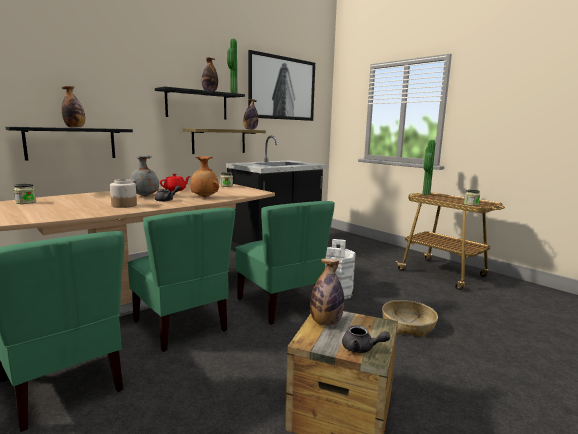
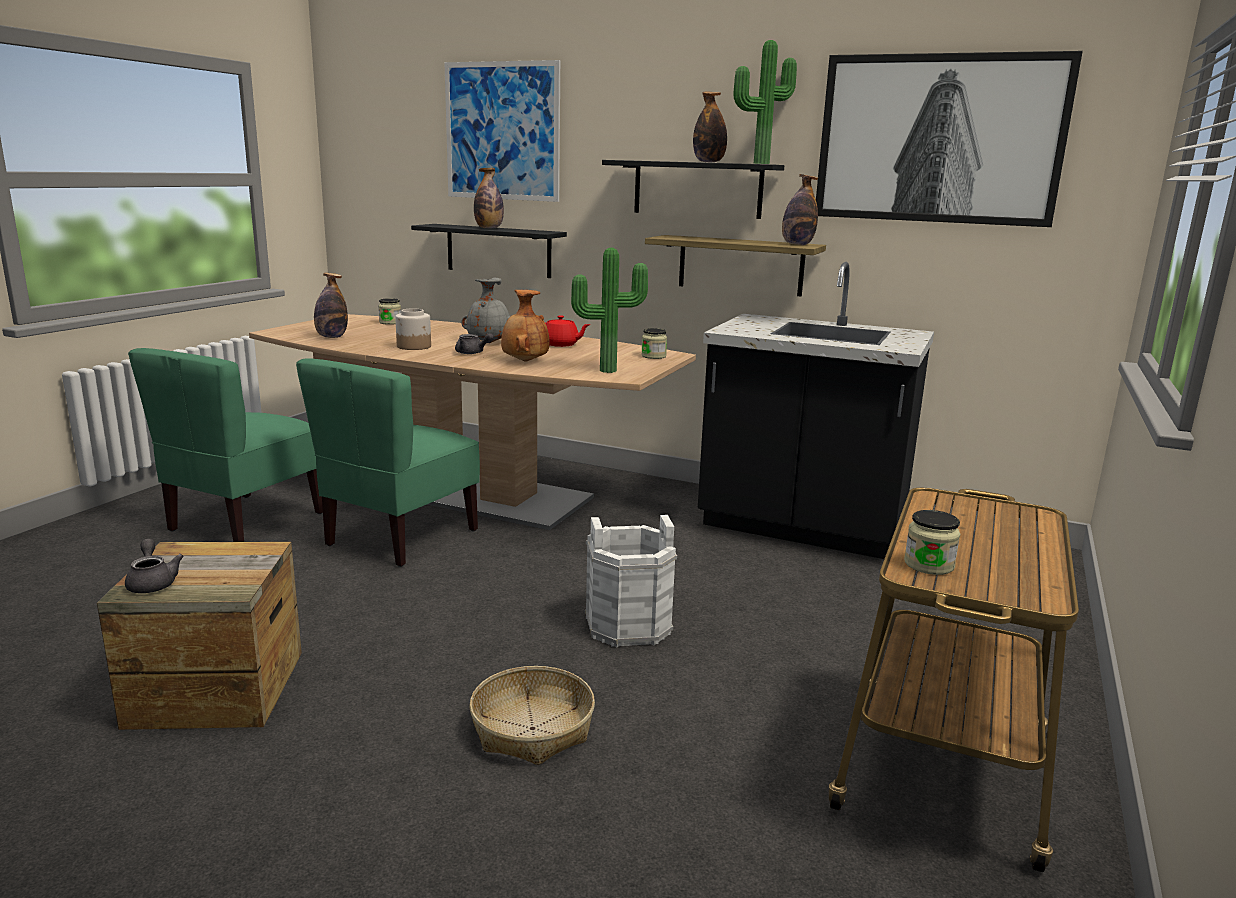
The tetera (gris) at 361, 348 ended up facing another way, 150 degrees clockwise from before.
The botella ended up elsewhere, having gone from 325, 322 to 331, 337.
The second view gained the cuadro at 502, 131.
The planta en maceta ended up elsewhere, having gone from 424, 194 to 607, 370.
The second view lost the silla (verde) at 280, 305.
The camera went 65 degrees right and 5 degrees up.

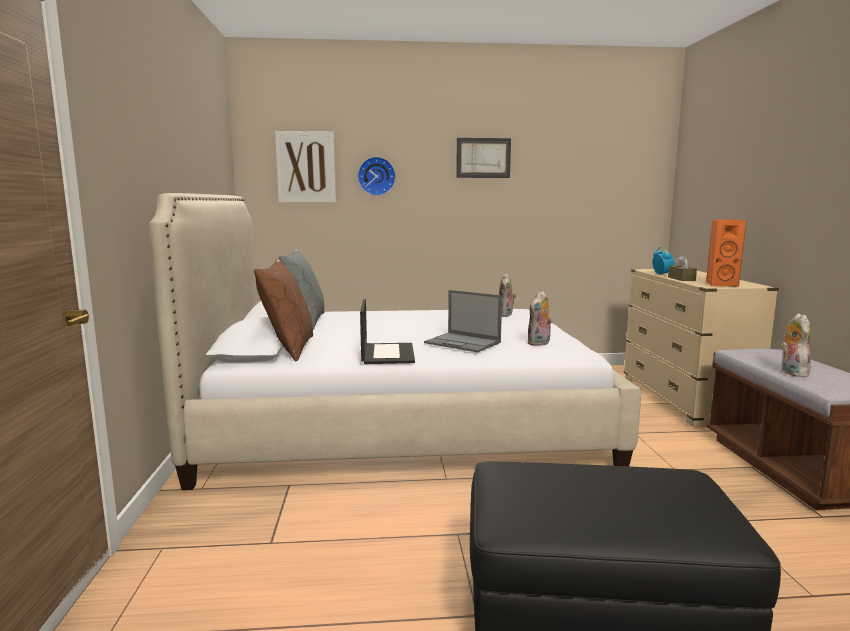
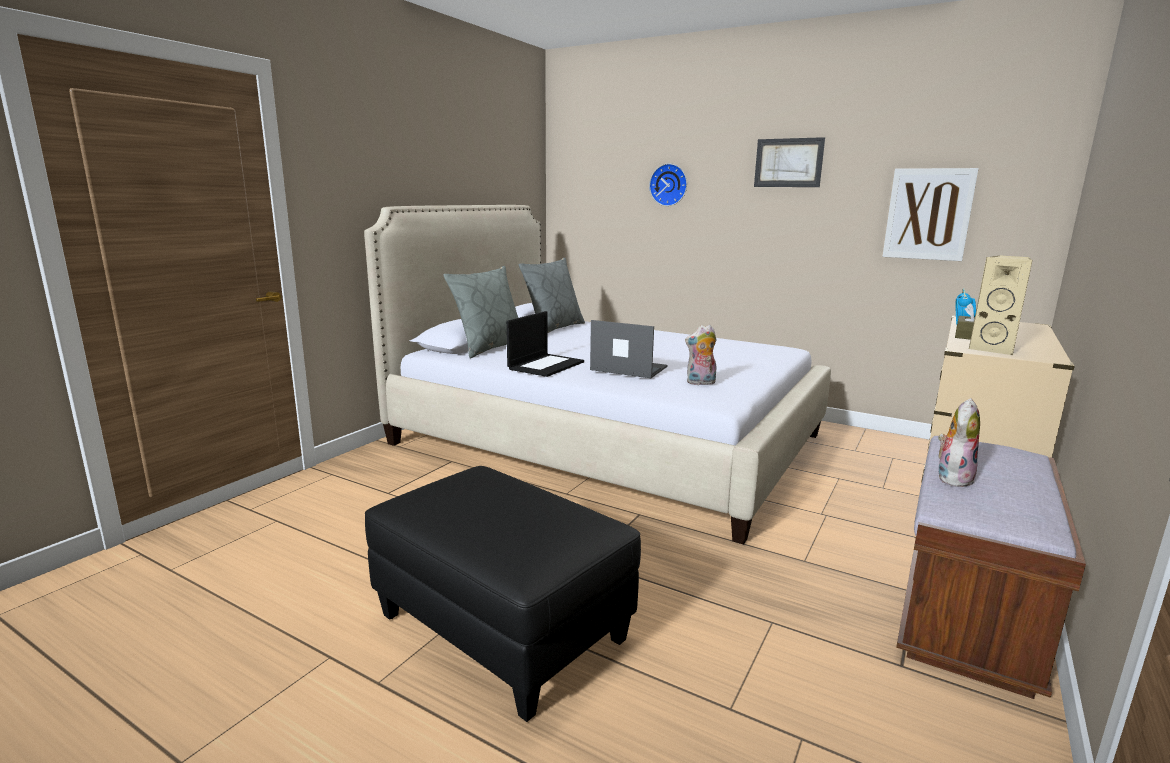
What was the cojín (marrón) at 288, 348 turned into the cojín (gris) at 489, 347.
The portátil at 463, 343 ended up facing another way, 135 degrees clockwise from before.
The cuadro ended up elsewhere, having gone from 306, 167 to 928, 214.
What was the altavoz (naranja) at 720, 284 turned into the altavoz (beis) at 993, 349.
The second view lost the peluche at 505, 315.
The camera went 35 degrees right and 5 degrees up.

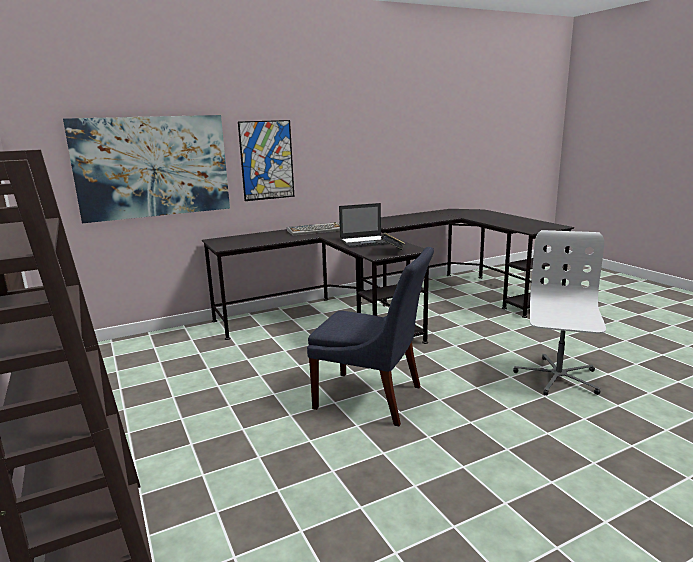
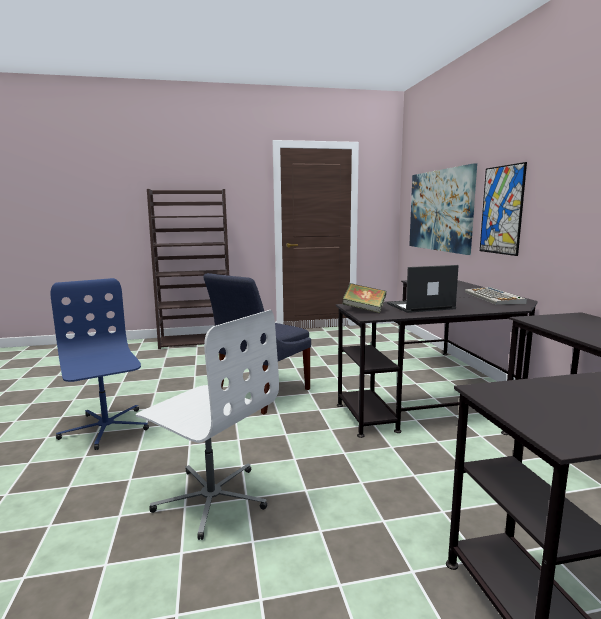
The second view gained the silla de oficina (azul) at 105, 428.
The portátil at 365, 242 ended up facing another way, 75 degrees clockwise from before.
The camera went 105 degrees right and 5 degrees down.

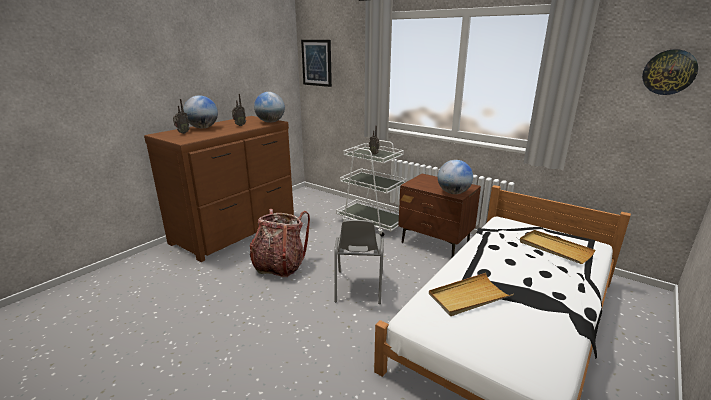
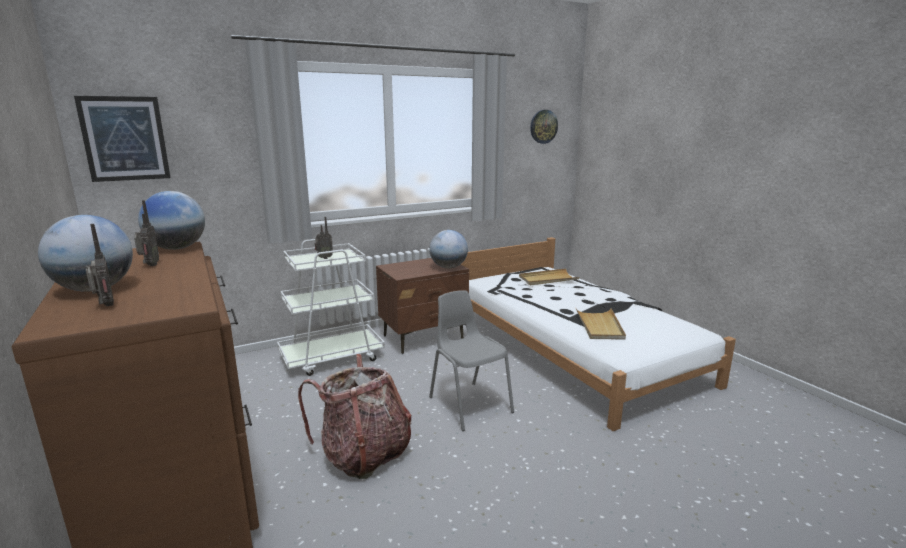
The silla (gris) at 358, 287 ended up facing another way, 150 degrees counterclockwise from before.
The camera went 65 degrees left and 5 degrees down.

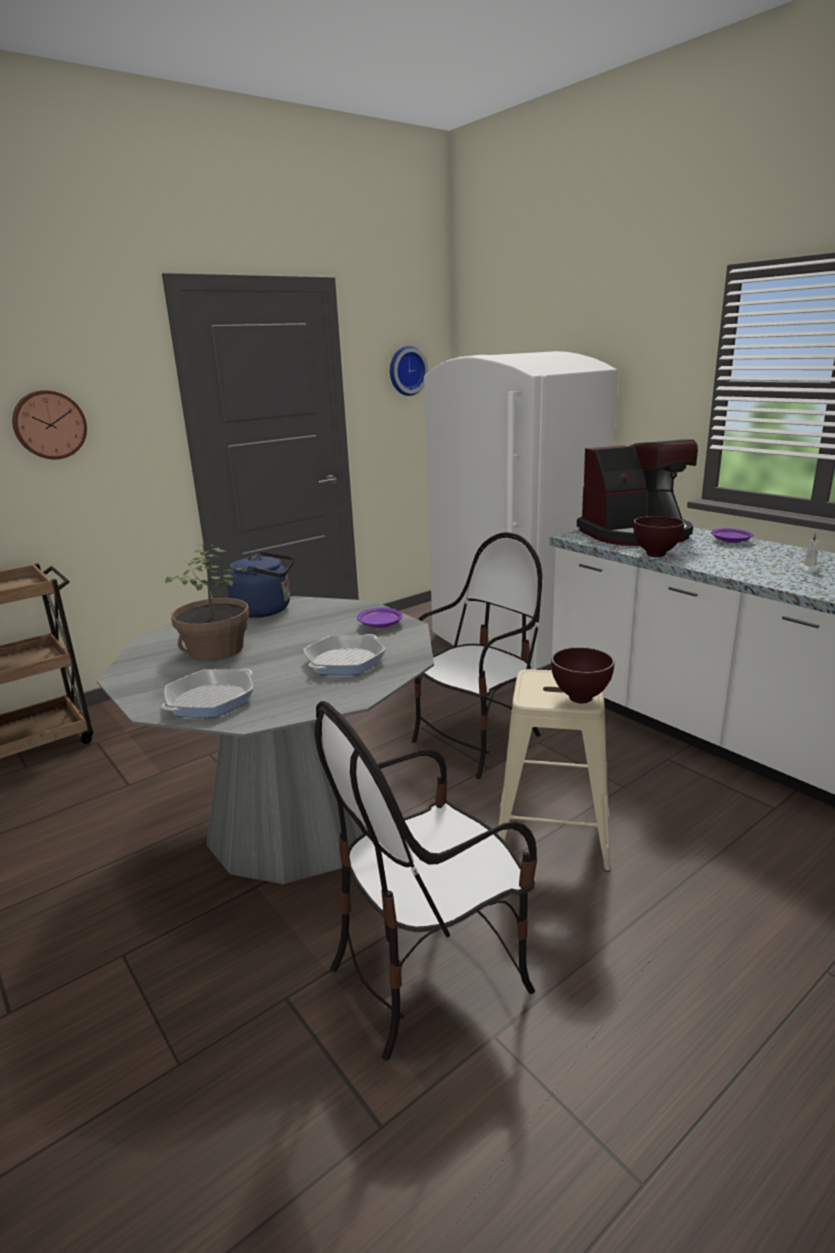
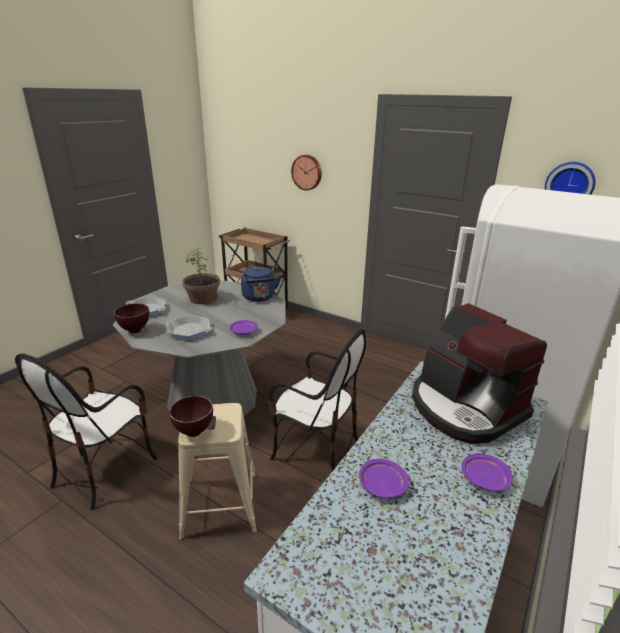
The silla at 429, 972 ended up facing another way, 105 degrees counterclockwise from before.
The cuenco (marrón) ended up elsewhere, having gone from 655, 555 to 134, 331.
The second view gained the plato (morado) at 382, 484.
The second view lost the vela (blanco) at 808, 569.
The camera went 70 degrees right and 5 degrees up.

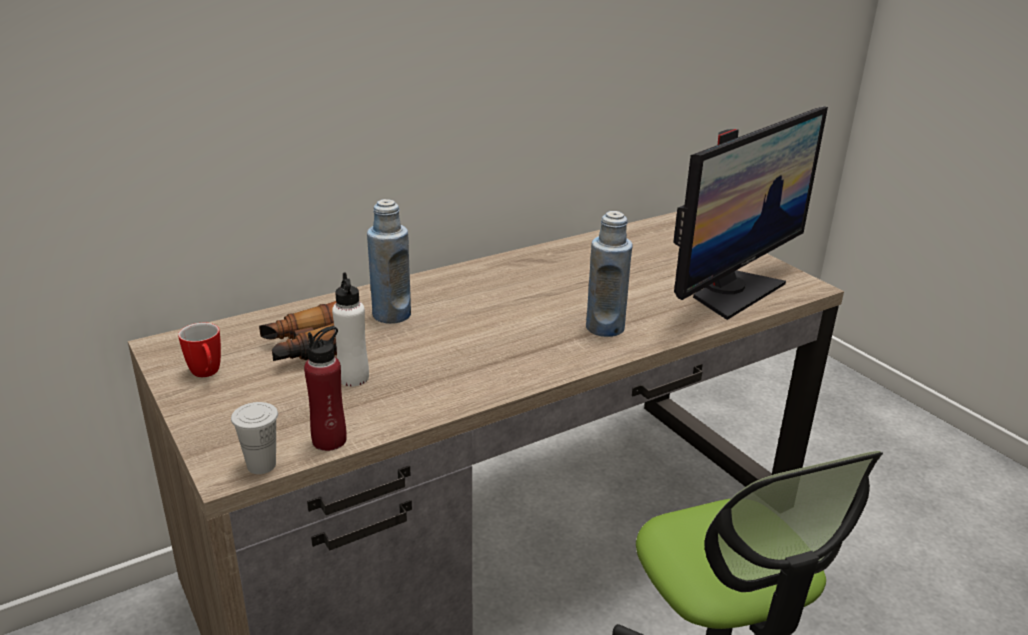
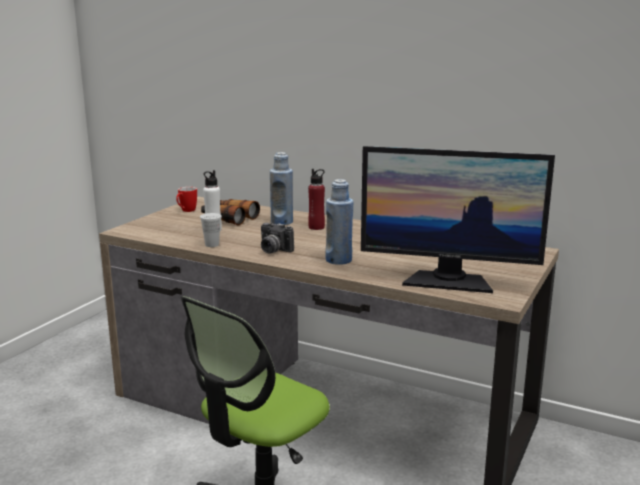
The taza (blanco) ended up elsewhere, having gone from 261, 465 to 212, 245.
The second view gained the cámara at 273, 250.
The botella (rojo) ended up elsewhere, having gone from 329, 440 to 316, 227.
The camera went 60 degrees right and 10 degrees down.

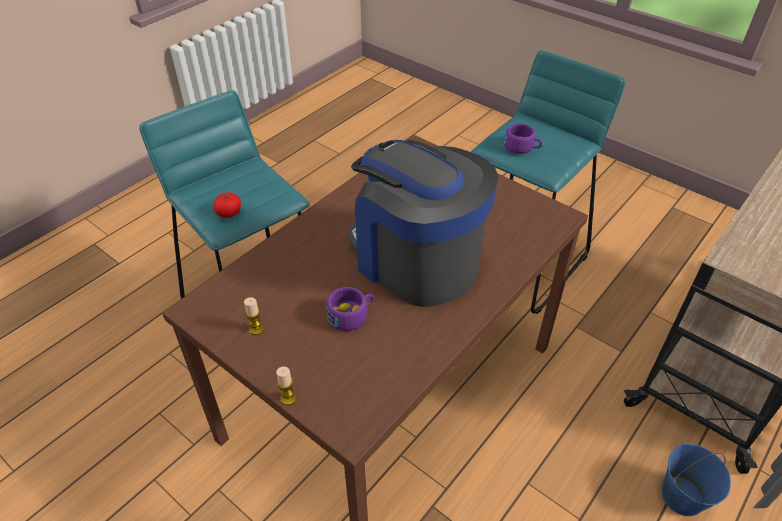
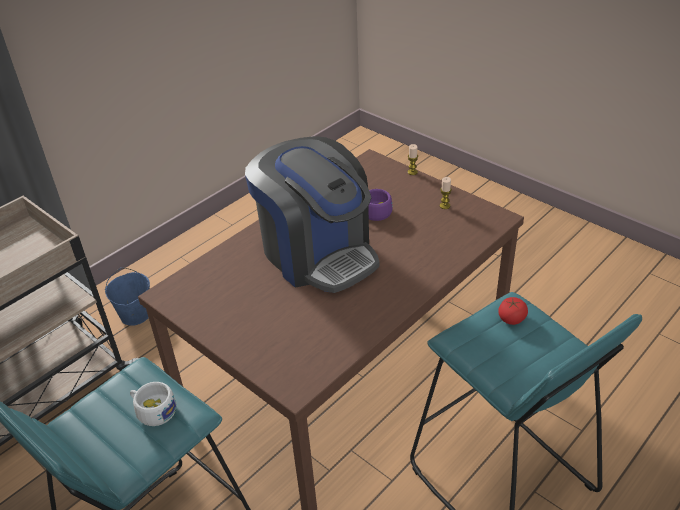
What was the taza (morado) at 522, 148 turned into the taza (blanco) at 153, 410.
The camera went 175 degrees left and 5 degrees down.

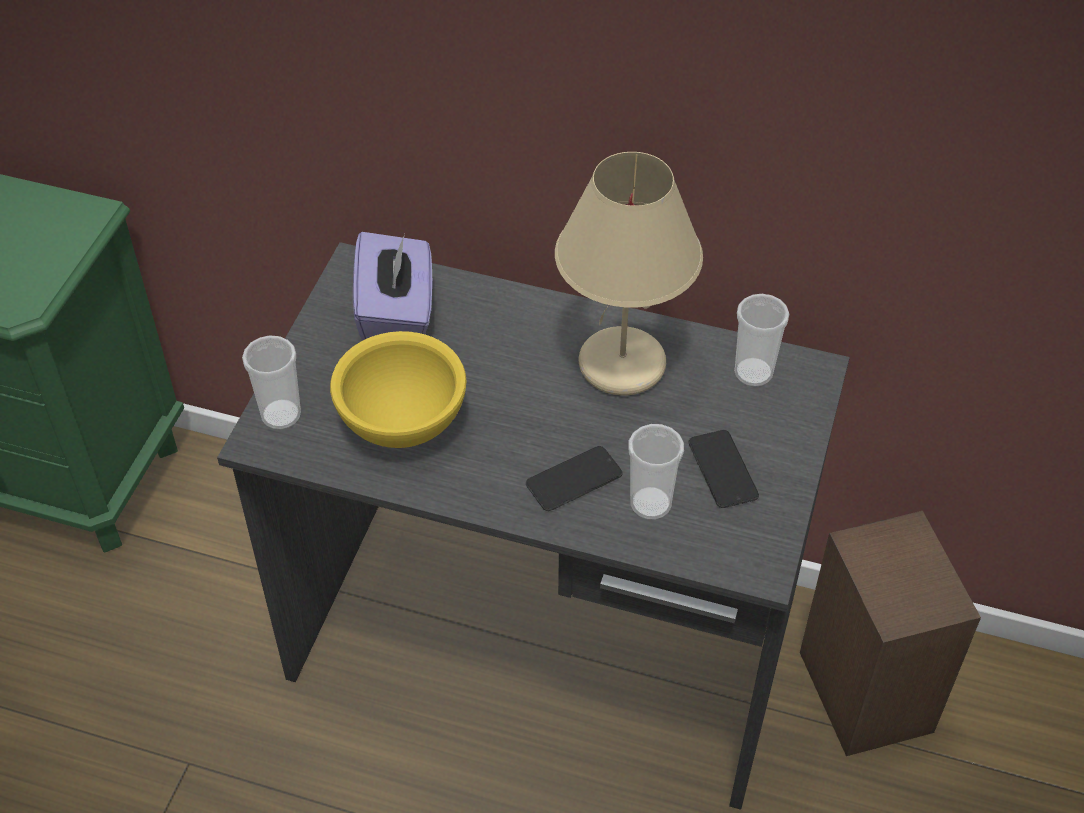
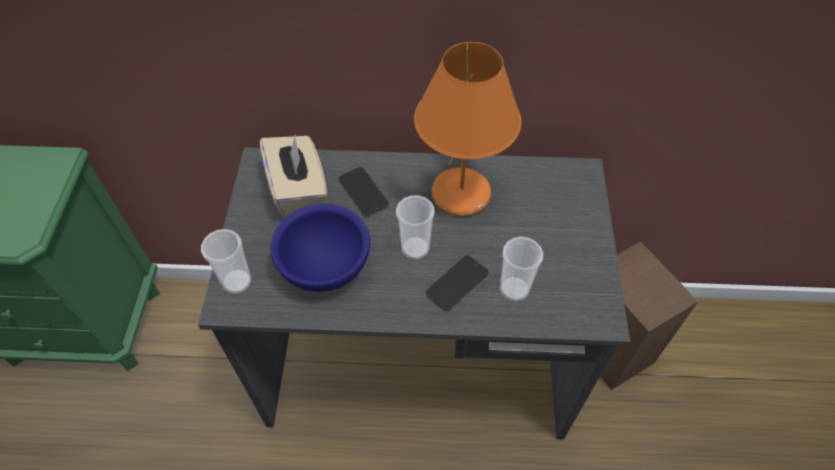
What was the caja de pañuelos (morado) at 397, 315 turned into the caja de pañuelos (beis) at 298, 190.
What was the cuenco (amarillo) at 400, 421 turned into the cuenco (azul) at 324, 267.
The móvil ended up elsewhere, having gone from 722, 470 to 363, 192.
The taza ended up elsewhere, having gone from 753, 372 to 415, 248.
What was the lámpara de mesa (beis) at 621, 366 turned into the lámpara de mesa (naranja) at 460, 195.
The camera went 15 degrees left and 5 degrees up.

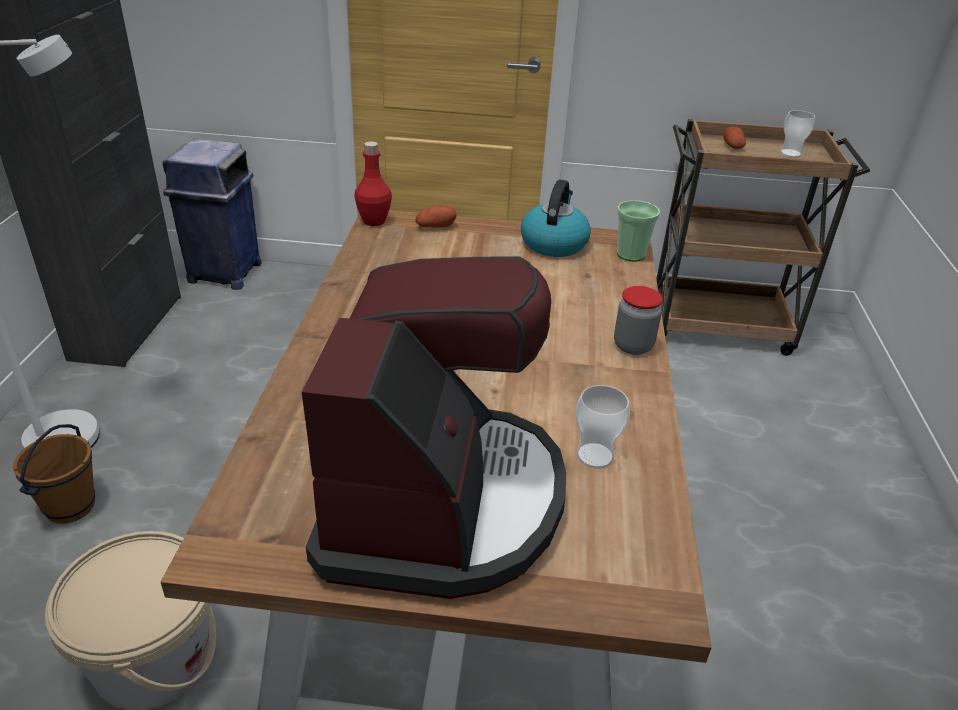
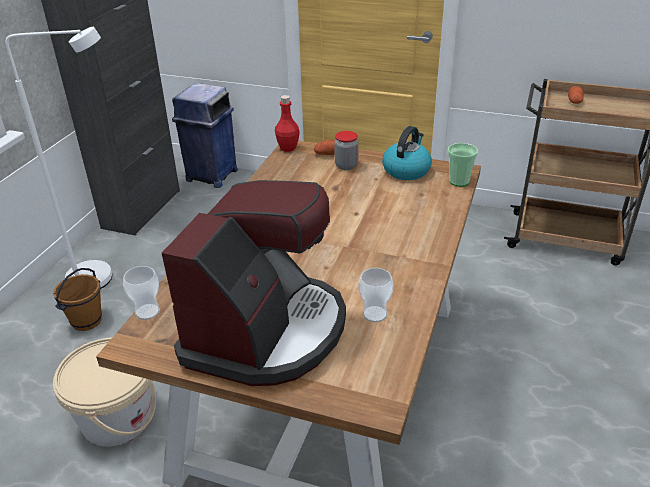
The taza ended up elsewhere, having gone from 790, 153 to 147, 312.
The tarro ended up elsewhere, having gone from 633, 346 to 346, 166.
The camera went 15 degrees right and 0 degrees up.

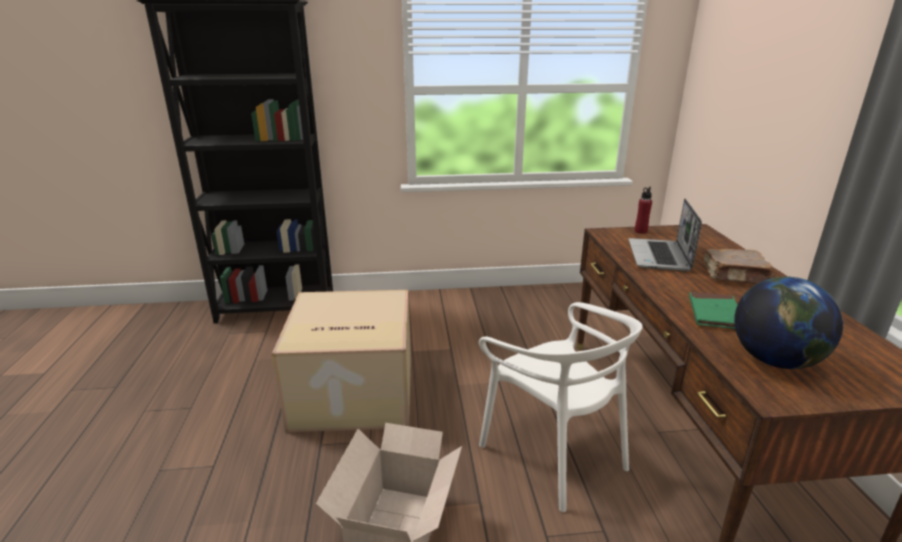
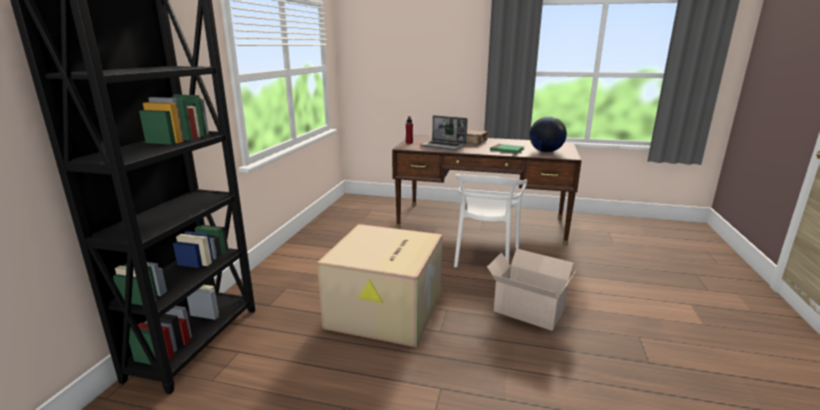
The silla (blanco) at 554, 453 ended up facing another way, 120 degrees clockwise from before.
The camera went 70 degrees left and 5 degrees down.

